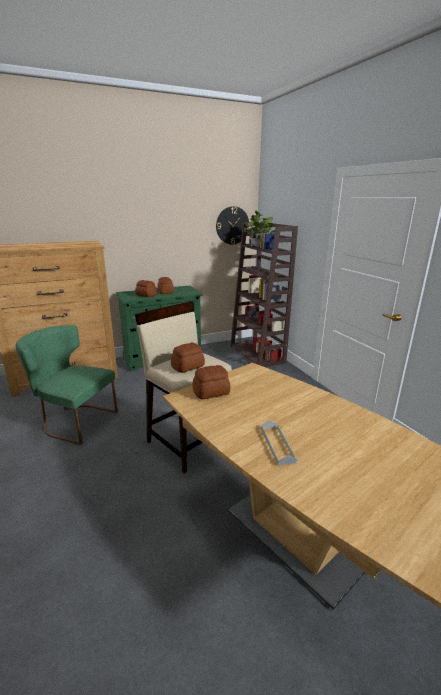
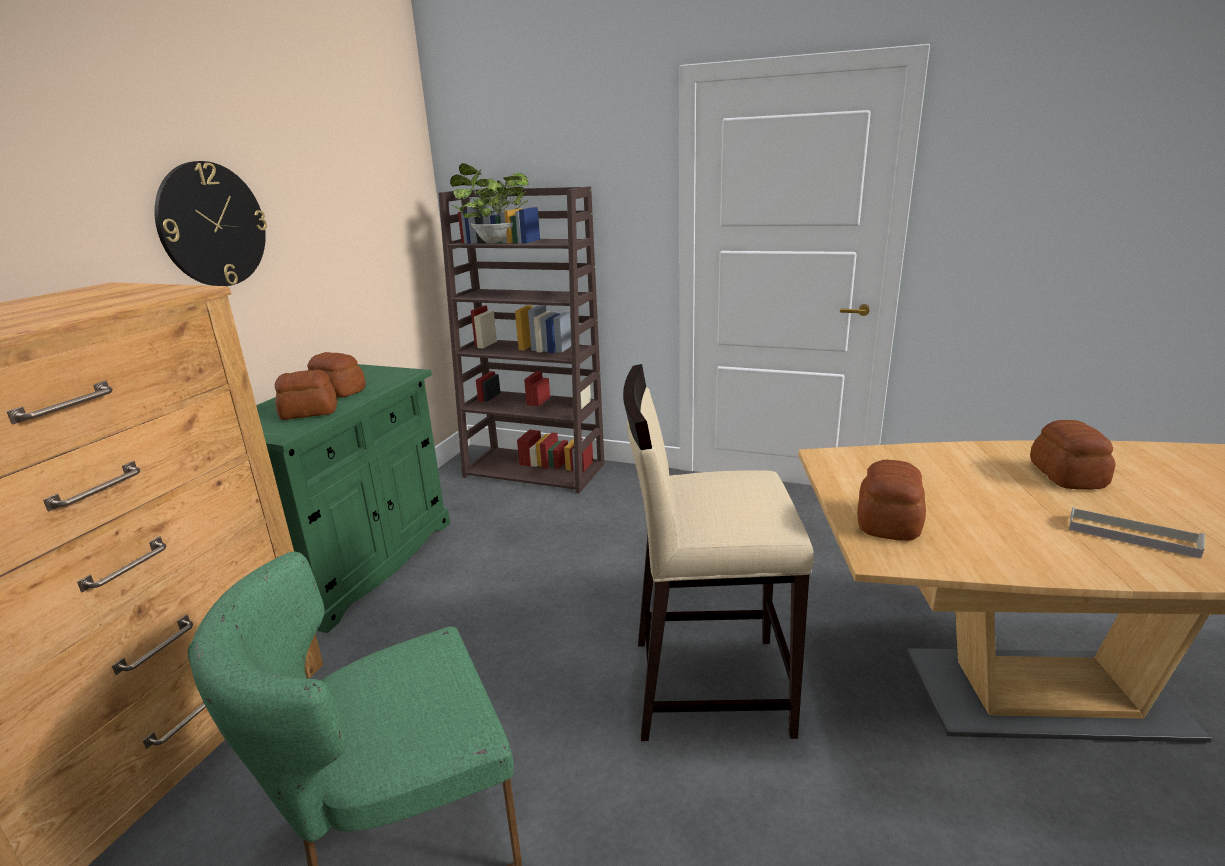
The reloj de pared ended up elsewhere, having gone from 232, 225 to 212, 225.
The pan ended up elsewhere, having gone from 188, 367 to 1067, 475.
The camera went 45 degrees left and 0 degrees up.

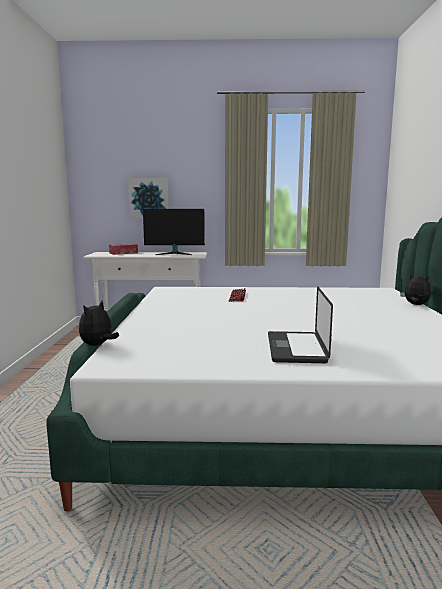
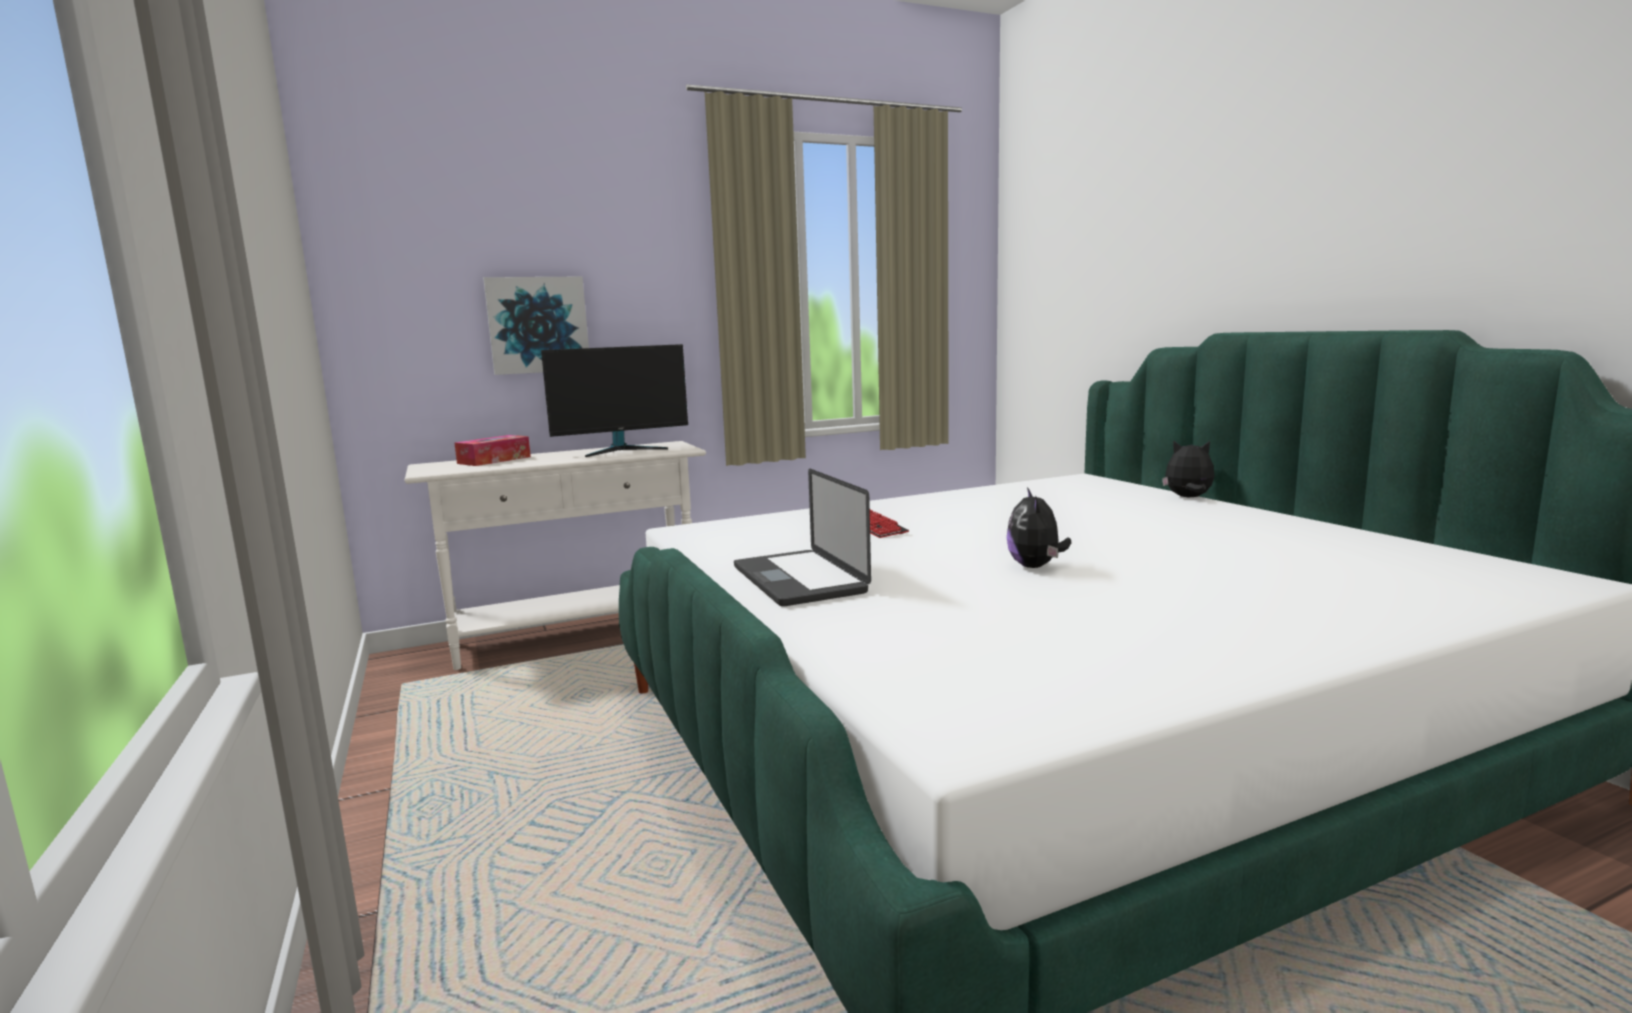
The portátil ended up elsewhere, having gone from 296, 348 to 798, 580.
The peluche ended up elsewhere, having gone from 97, 345 to 1036, 566.
The camera went 25 degrees left and 0 degrees up.

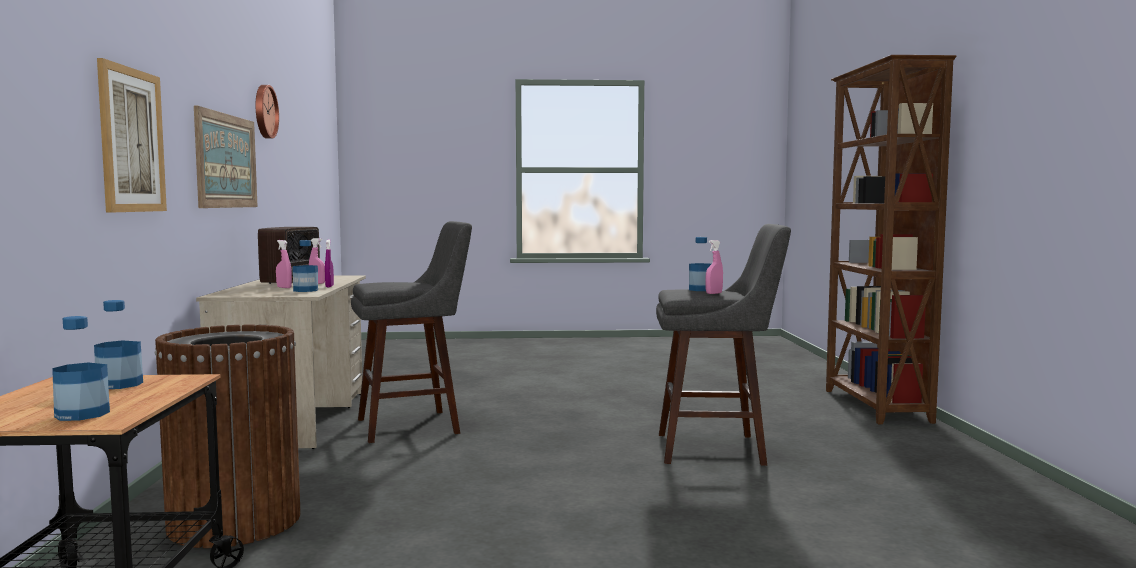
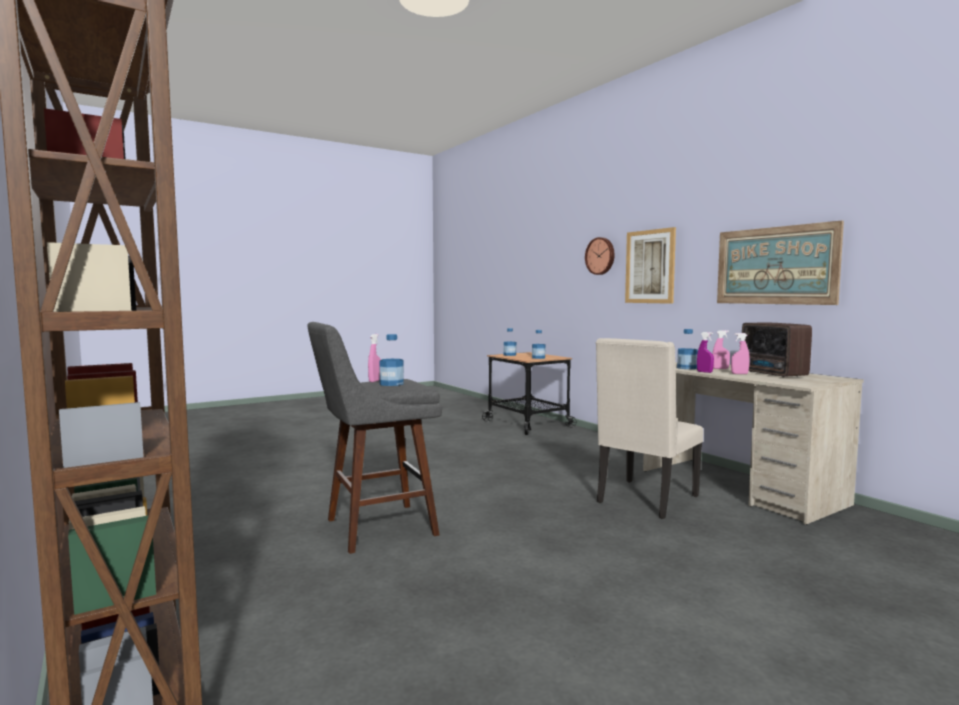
The reloj de pared ended up elsewhere, having gone from 264, 111 to 601, 256.
Where the taburete (gris) stood at 414, 425, the silla (beis) came to stand at 645, 500.
The second view lost the papelera (marrón) at 235, 521.
The camera went 150 degrees right and 0 degrees up.

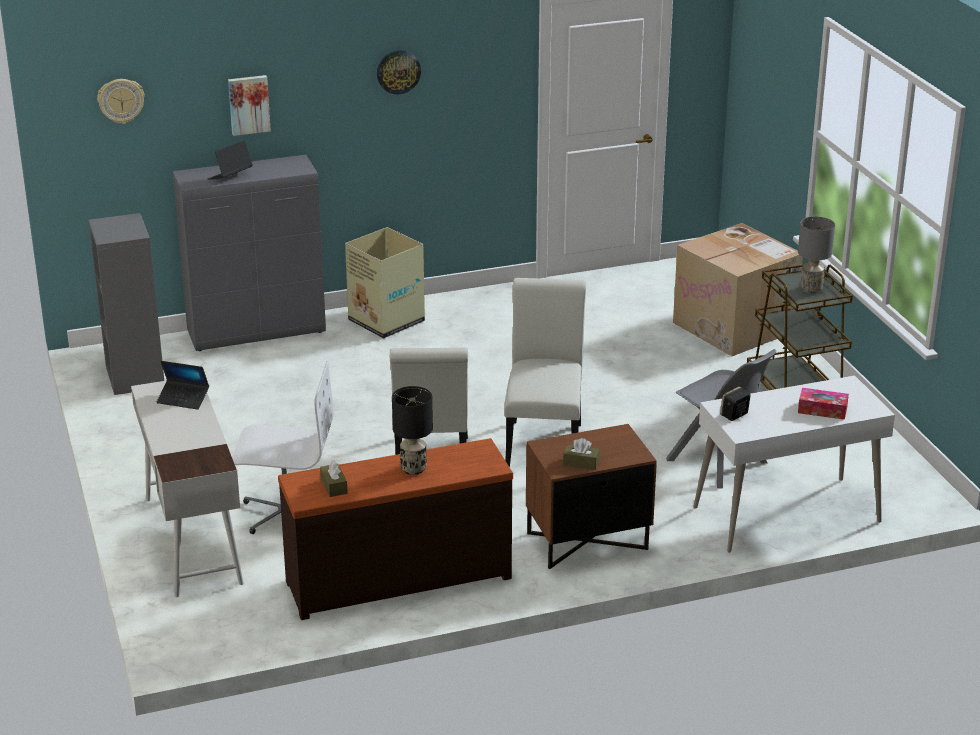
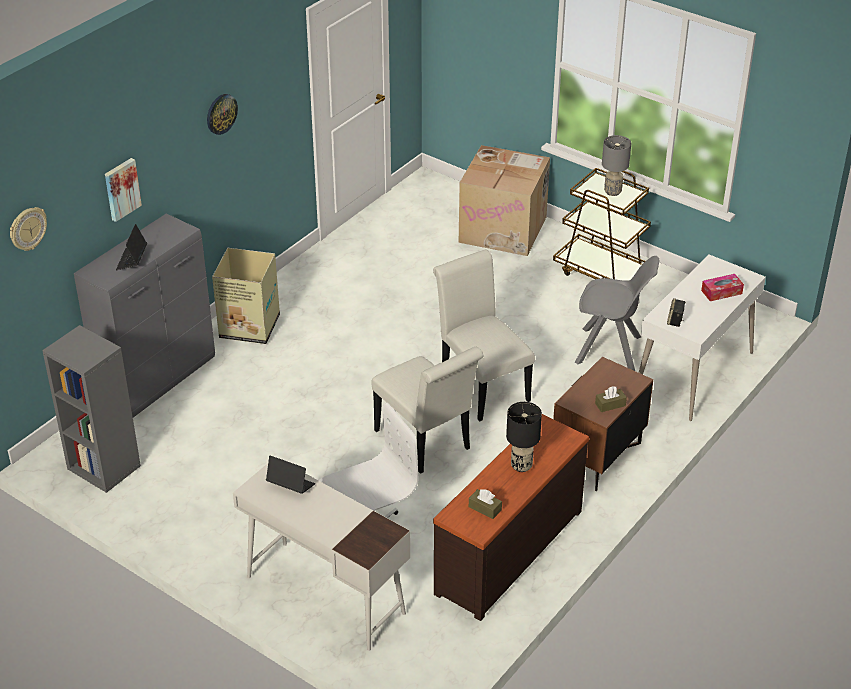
The portátil at 183, 399 ended up facing another way, 135 degrees counterclockwise from before.
The camera went 35 degrees left and 10 degrees up.

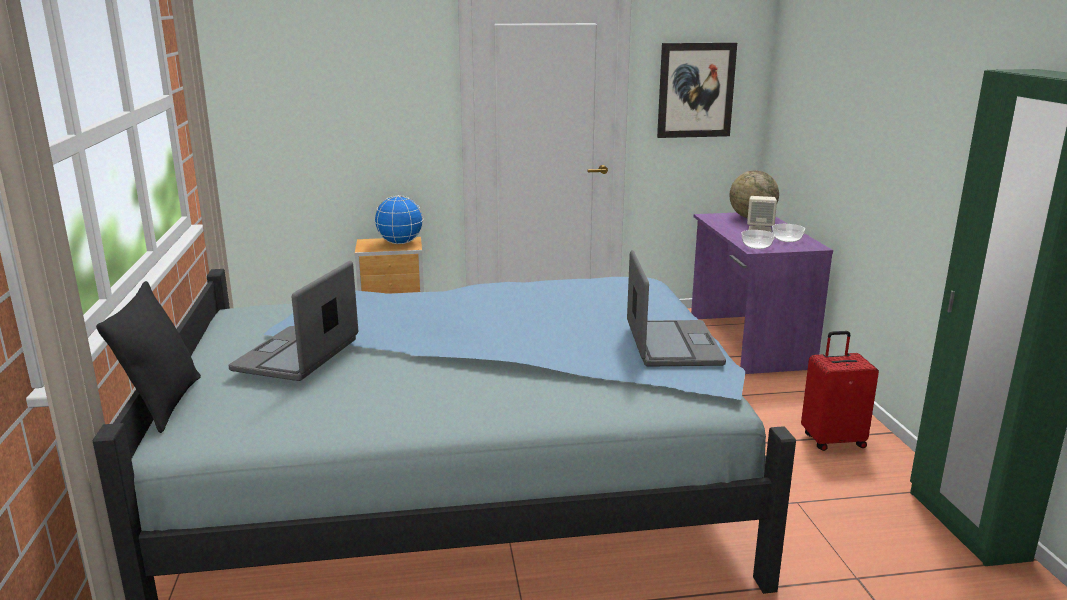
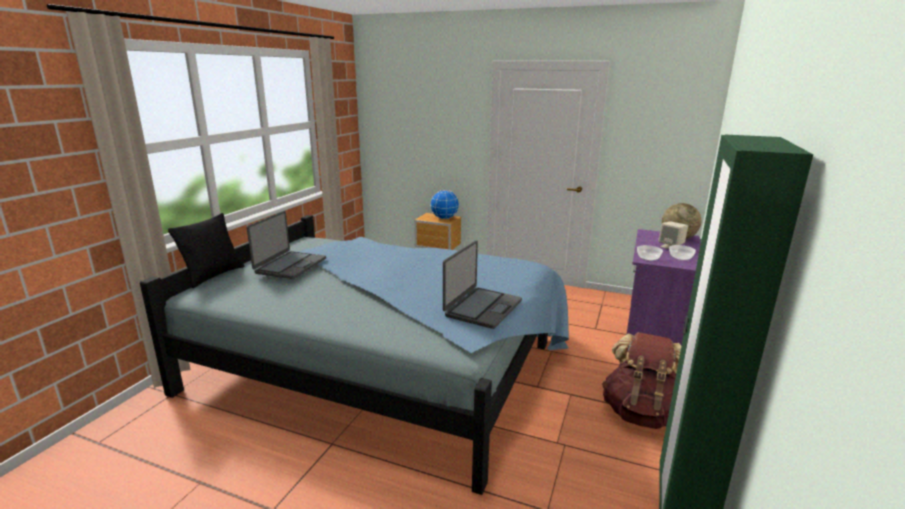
The portátil at 298, 355 ended up facing another way, 150 degrees clockwise from before.
Where the maleta (rojo) stood at 832, 440, the mochila (marrón) came to stand at 641, 413.
The second view lost the cuadro at 696, 90.
The camera went 30 degrees right and 0 degrees up.

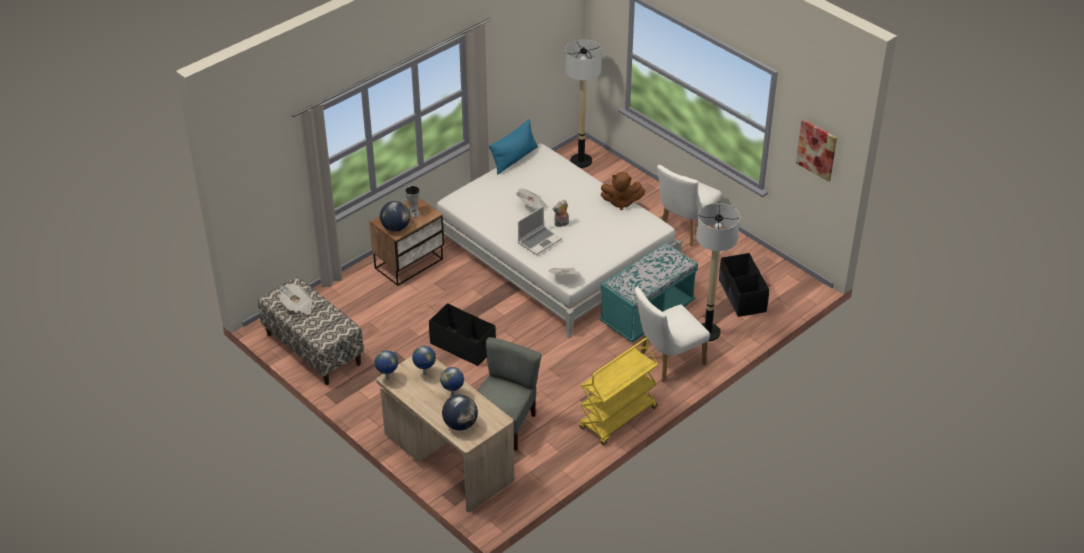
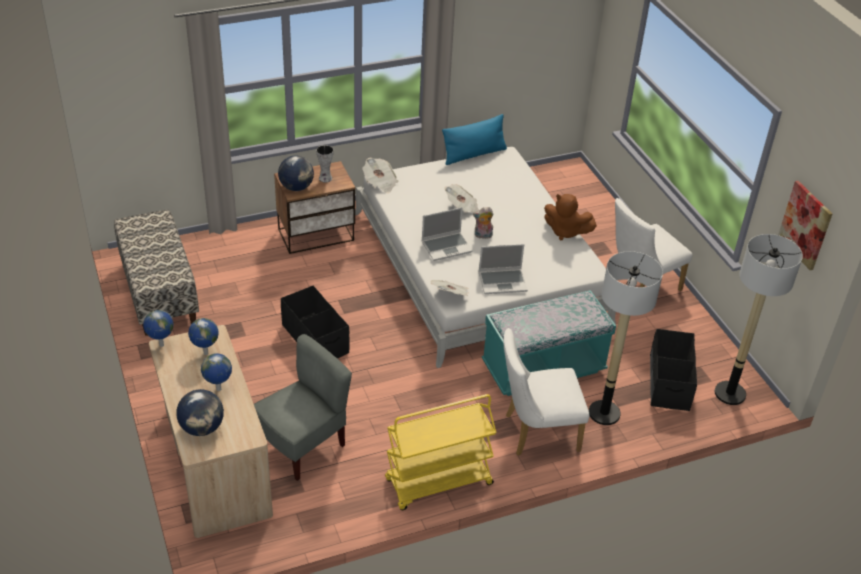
The periódico ended up elsewhere, having gone from 297, 306 to 380, 183.
The second view gained the portátil at 503, 282.
The lámpara de pie ended up elsewhere, having gone from 581, 161 to 730, 393.
The camera went 20 degrees right and 0 degrees up.

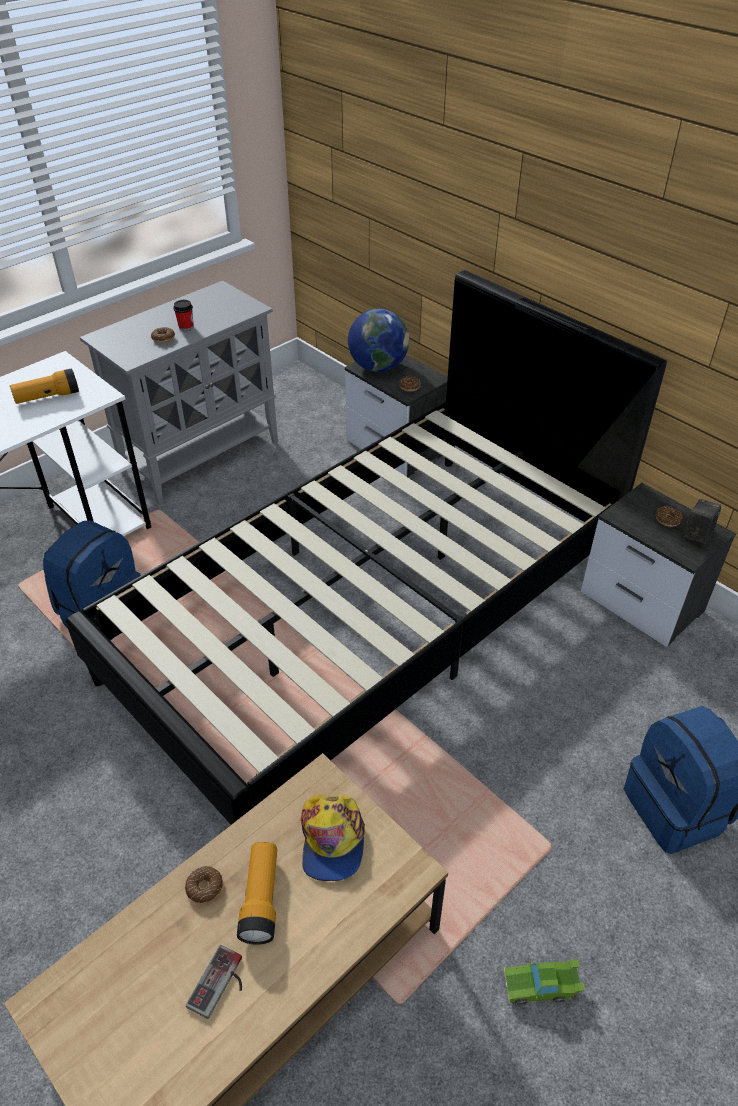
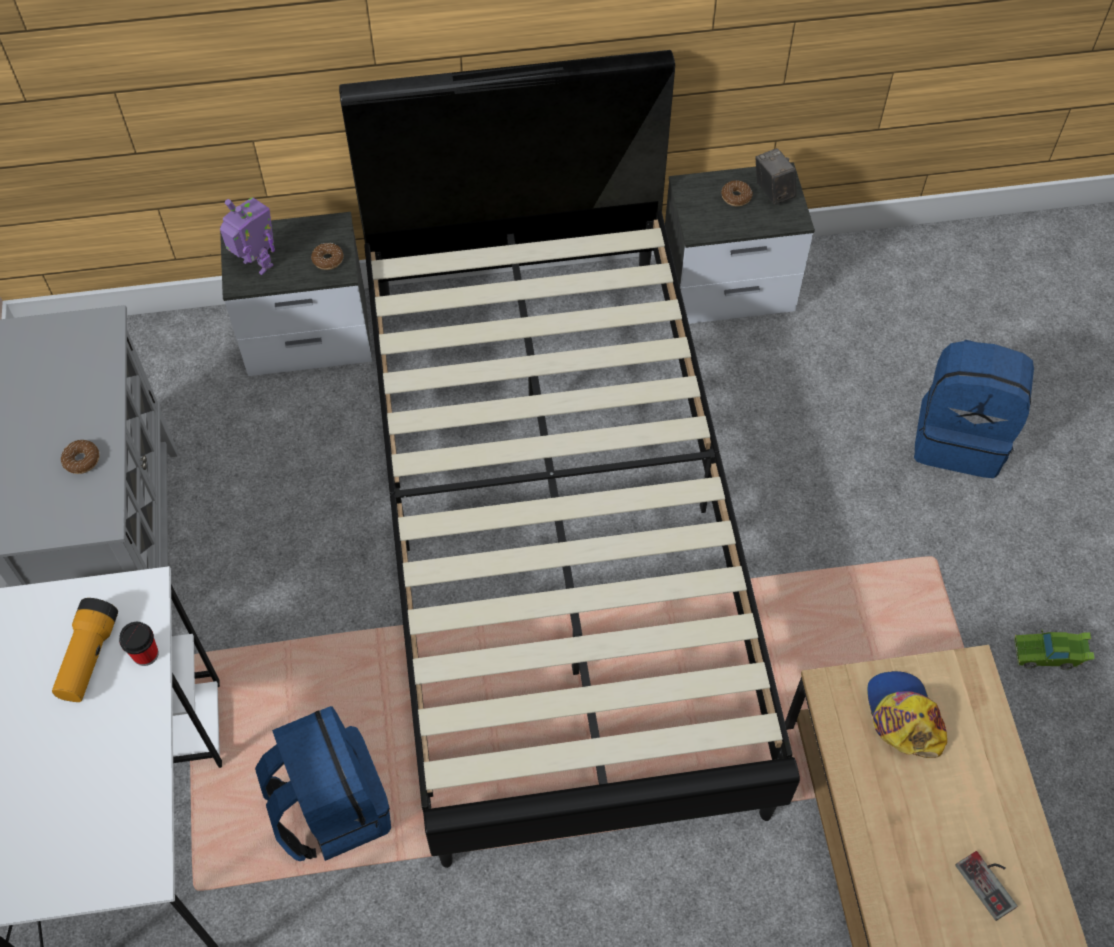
The taza ended up elsewhere, having gone from 186, 327 to 145, 654.
Where the globo terráqueo stood at 378, 367, the robot de juguete came to stand at 256, 265.
The gorra at 332, 840 ended up facing another way, 135 degrees counterclockwise from before.
The coche de juguete (verde) at 540, 986 ended up facing another way, 60 degrees clockwise from before.
The second view lost the rosquilla at 204, 887.
The second view lost the linterna at 261, 899.
The camera went 55 degrees left and 15 degrees up.

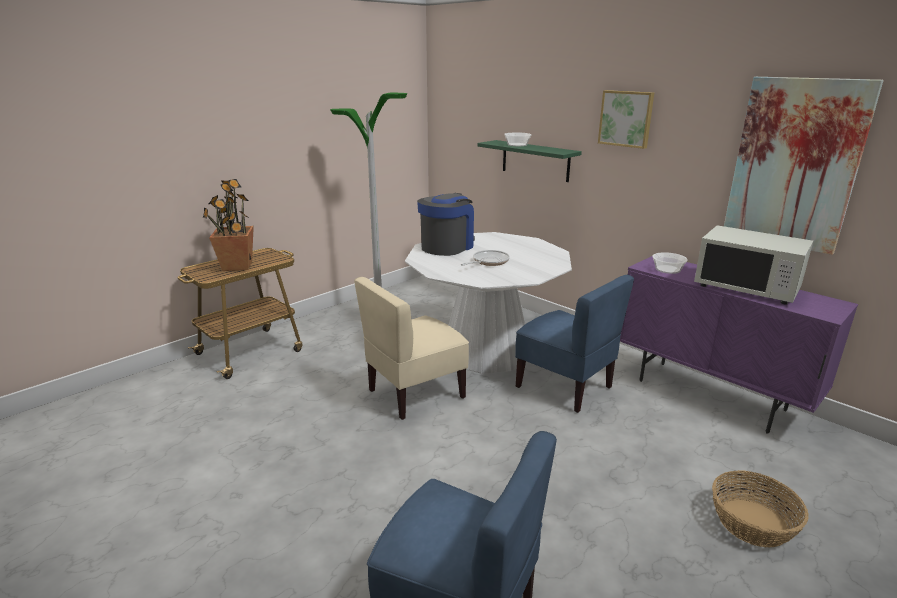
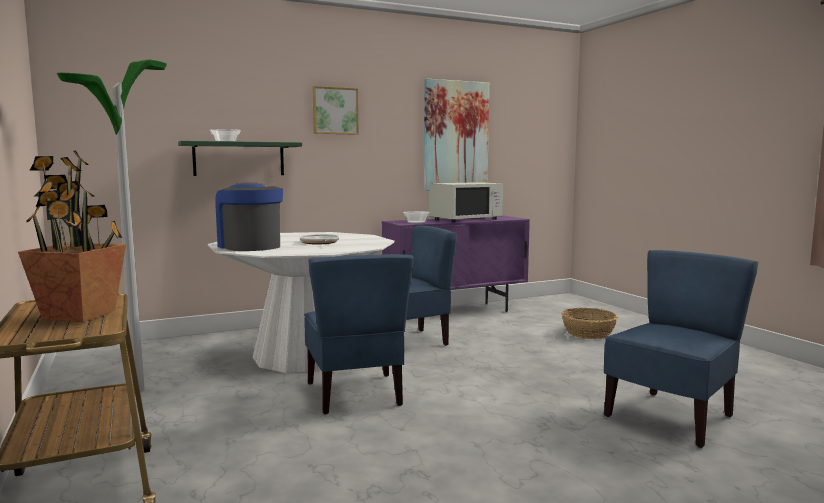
What was the silla (beis) at 415, 393 turned into the silla (azul) at 355, 394.
The camera went 70 degrees left and 15 degrees down.

